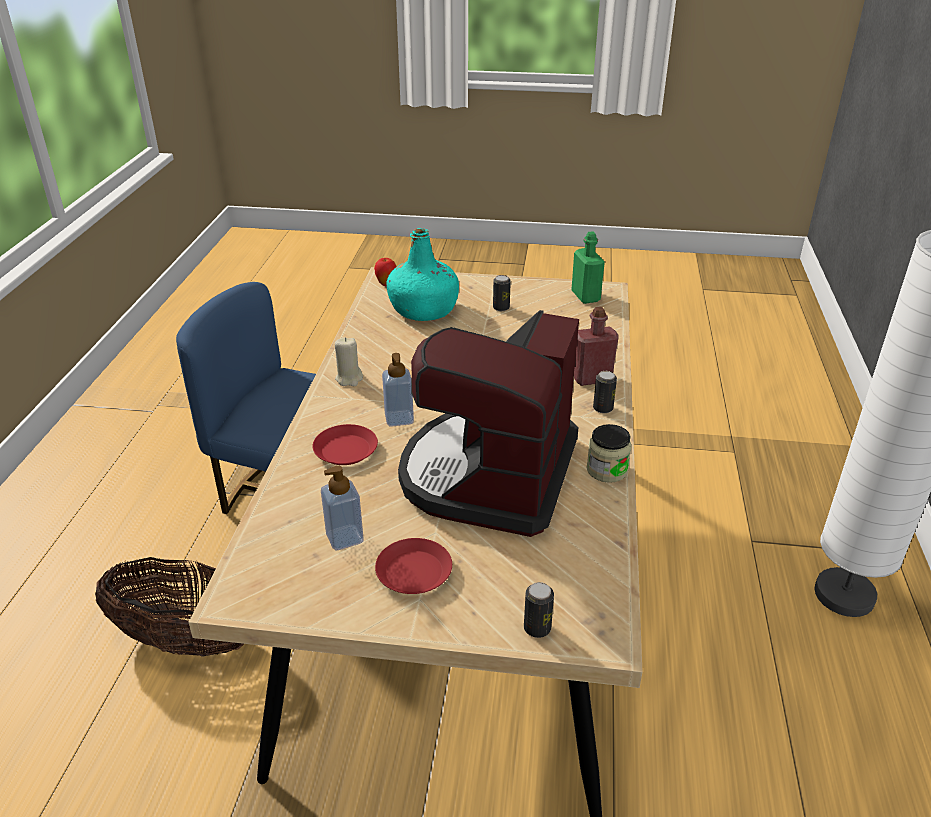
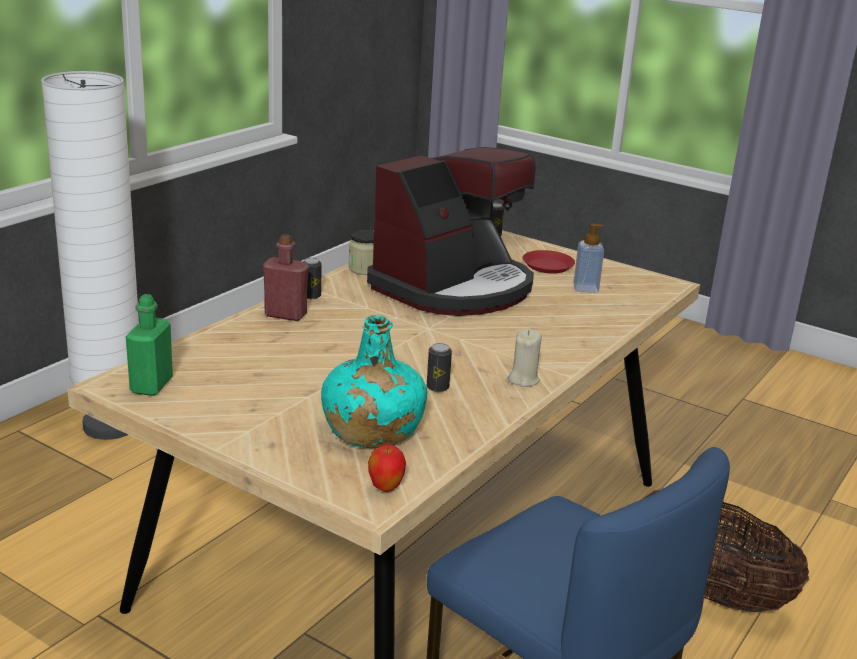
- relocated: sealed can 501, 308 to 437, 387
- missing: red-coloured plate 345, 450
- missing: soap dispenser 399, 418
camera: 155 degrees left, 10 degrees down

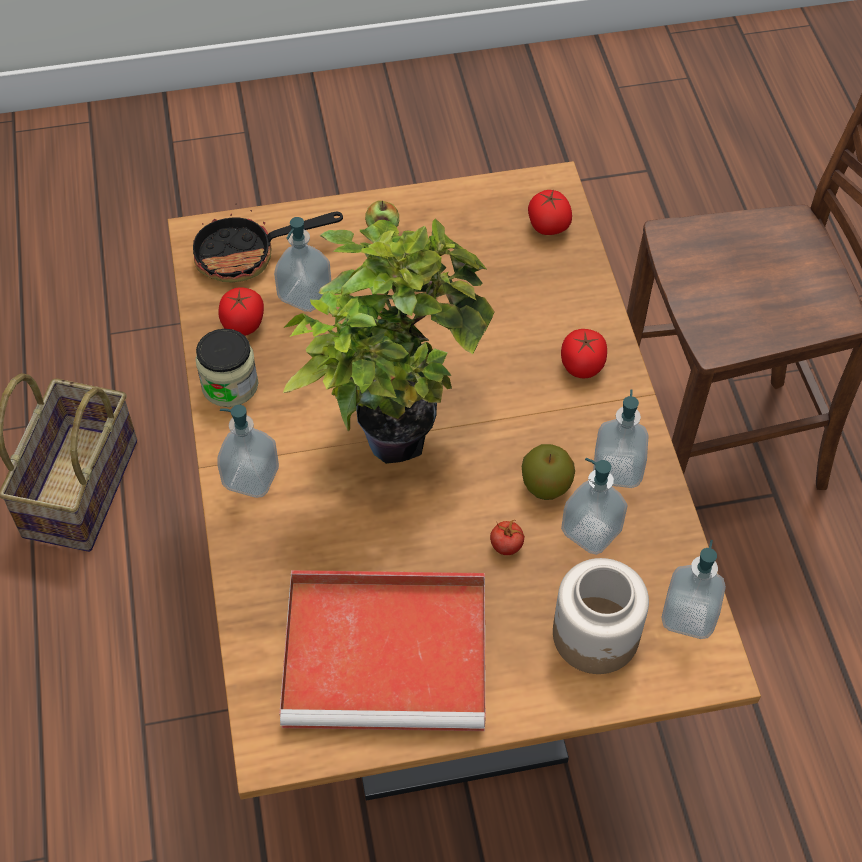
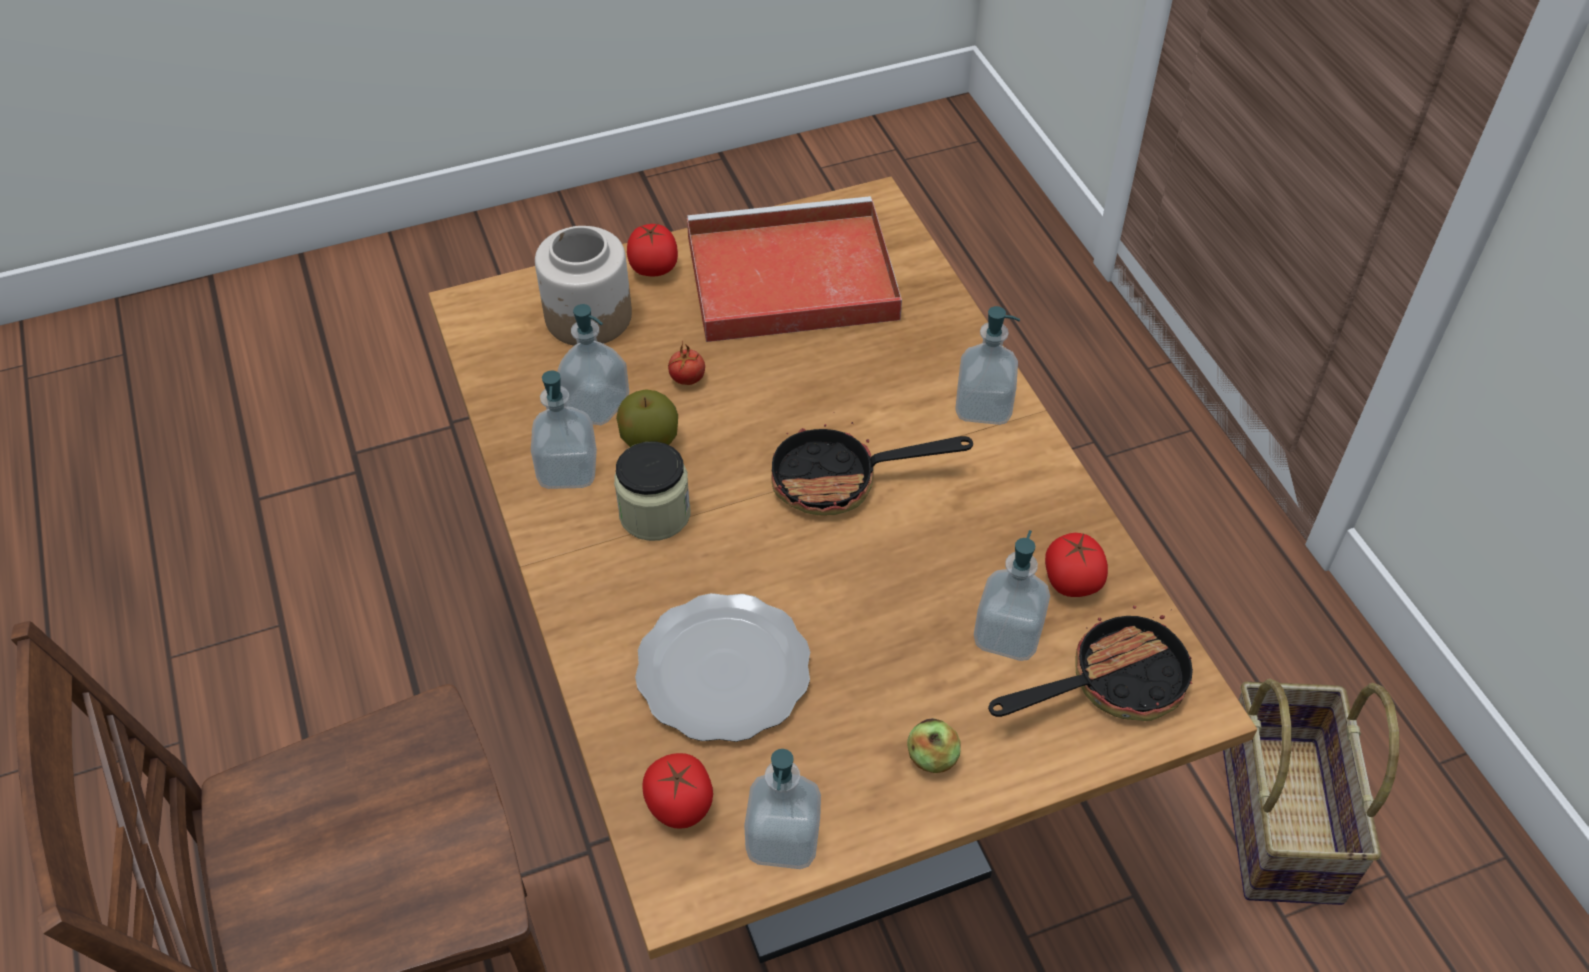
- relocated: jar 230, 385 to 655, 514
- relocated: tomato 582, 365 to 653, 267
- appeared: plate 724, 673
- relocated: soap dispenser 688, 615 to 783, 839
- exchanged: potted plant 392, 427 to skillet 841, 480
camera: 170 degrees right, 5 degrees down

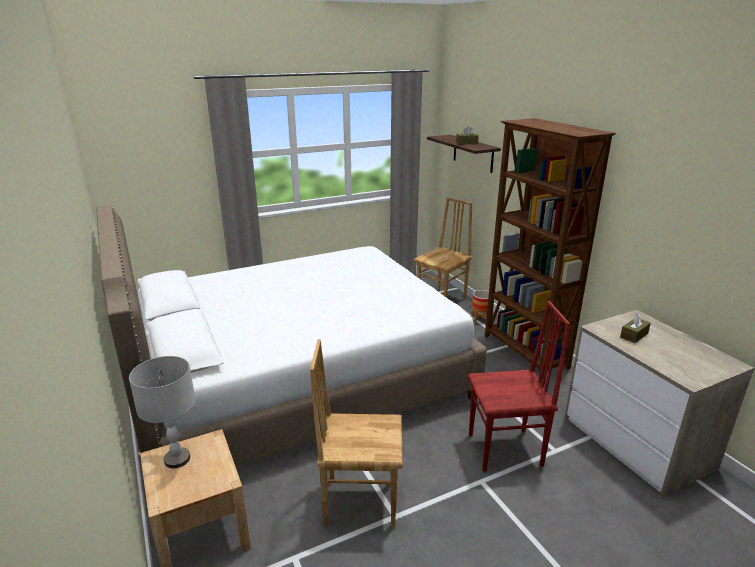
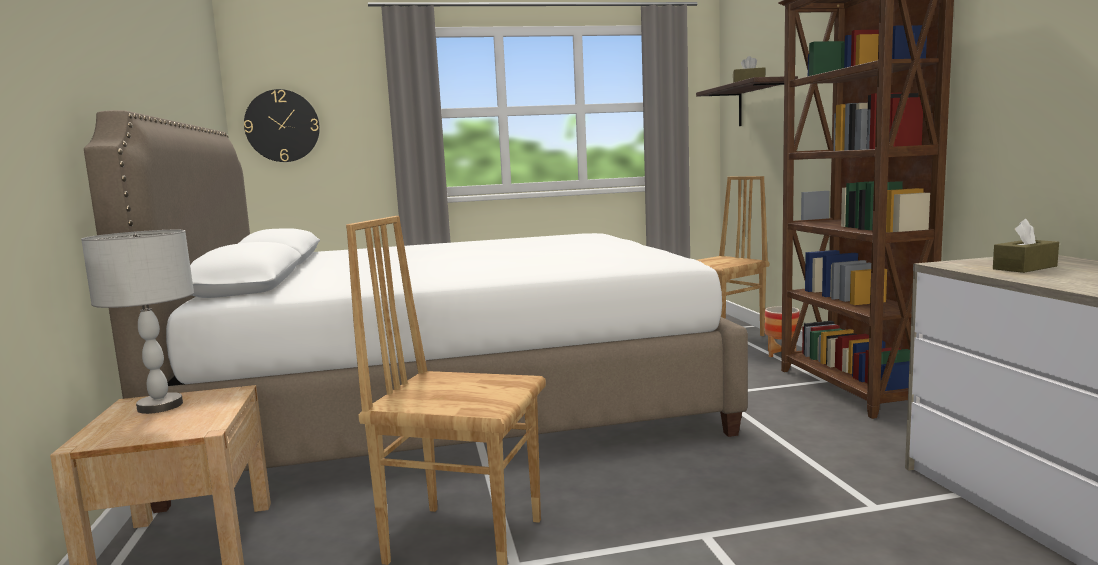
- appeared: hanging clock 282, 126
- missing: red-coloured plain chair 506, 451
camera: 15 degrees right, 15 degrees down

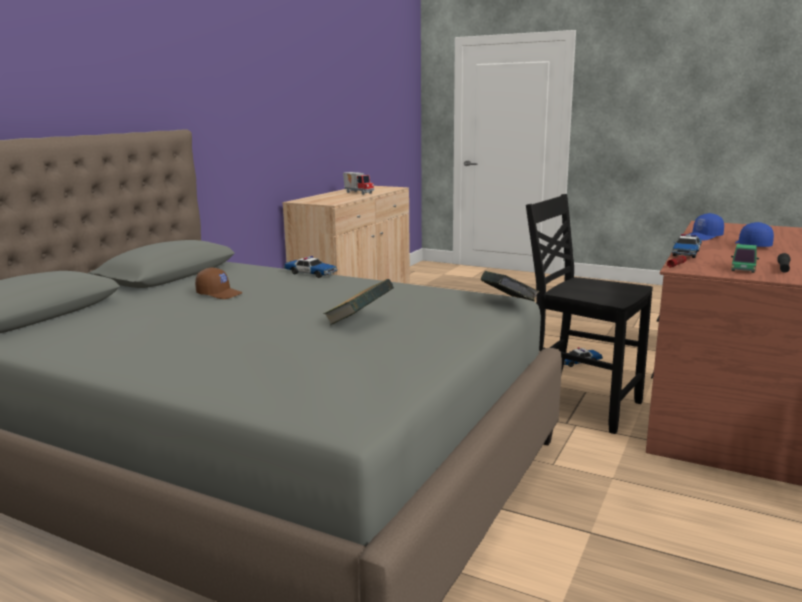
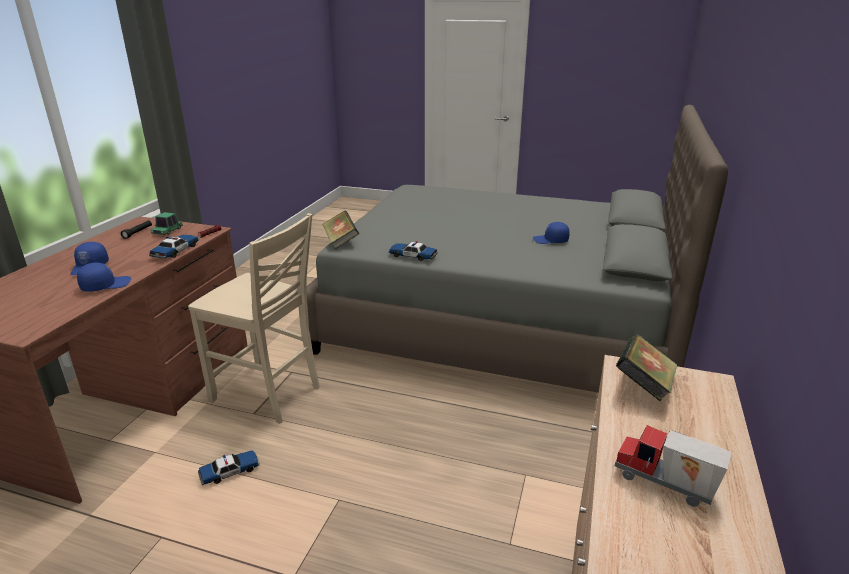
- colour: blackish plain chair 581, 405 to sand-coloured plain chair 268, 394
- relocated: toy car 310, 273 to 413, 256
- colour: brownish baseball cap 220, 294 to bluish baseball cap 550, 240
- relocated: book 359, 321 to 643, 386
camera: 170 degrees right, 10 degrees up

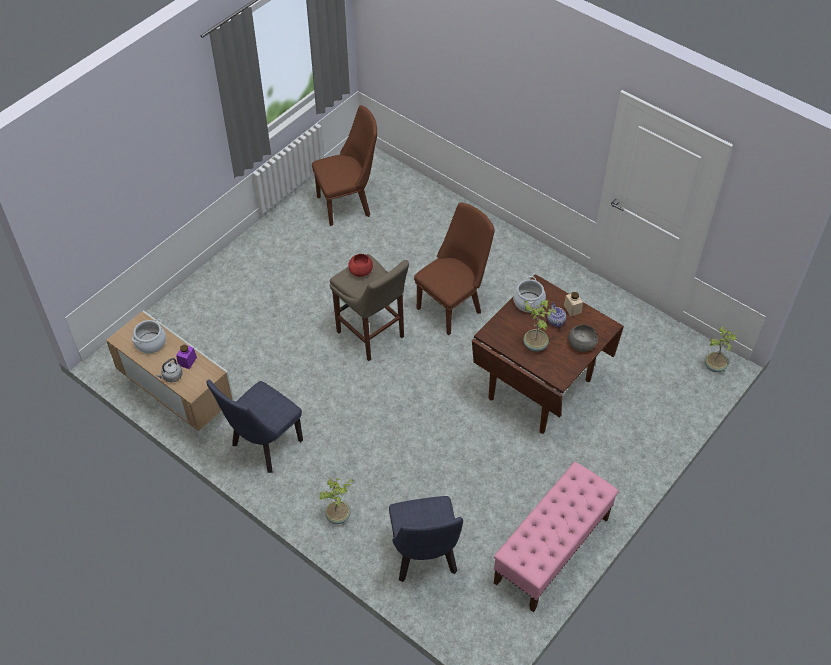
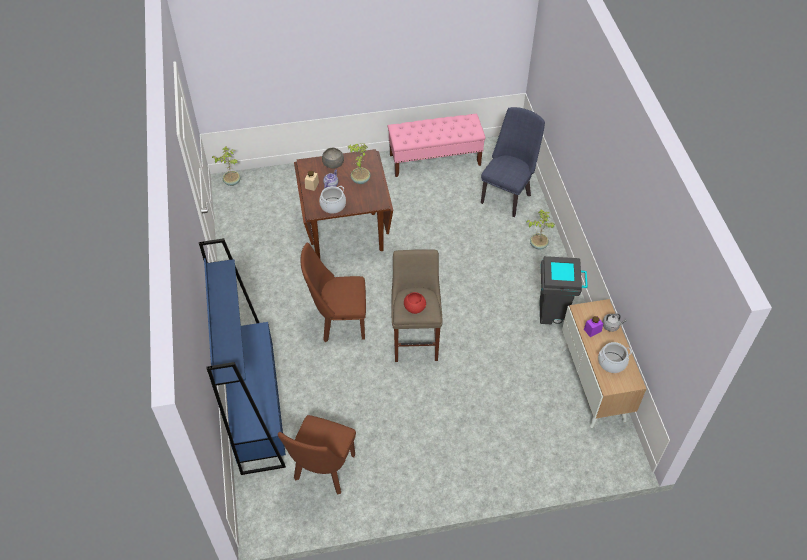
- appeared: bluish shelving unit 257, 410
- spun: brownish plain chair 348, 204 = 323, 472 90 degrees counterclockwise
- exchanged: bluish plain chair 263, 447 to greyish trash can 554, 313
camera: 140 degrees left, 0 degrees up

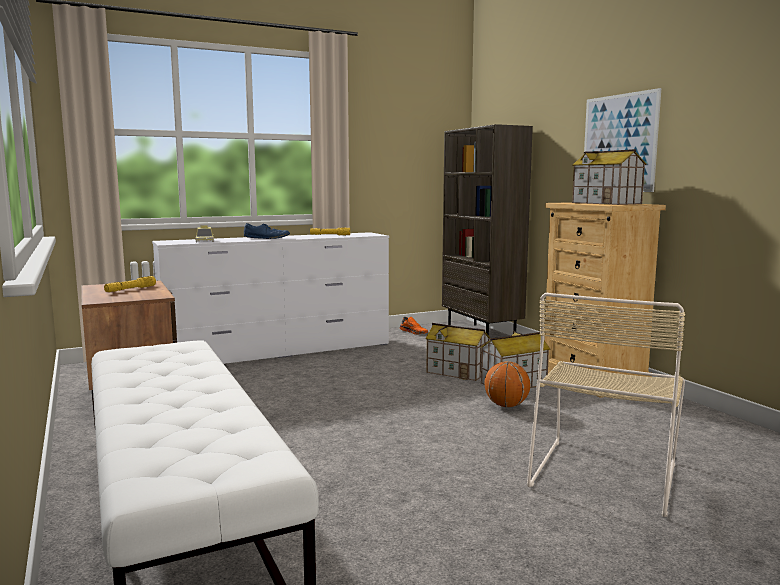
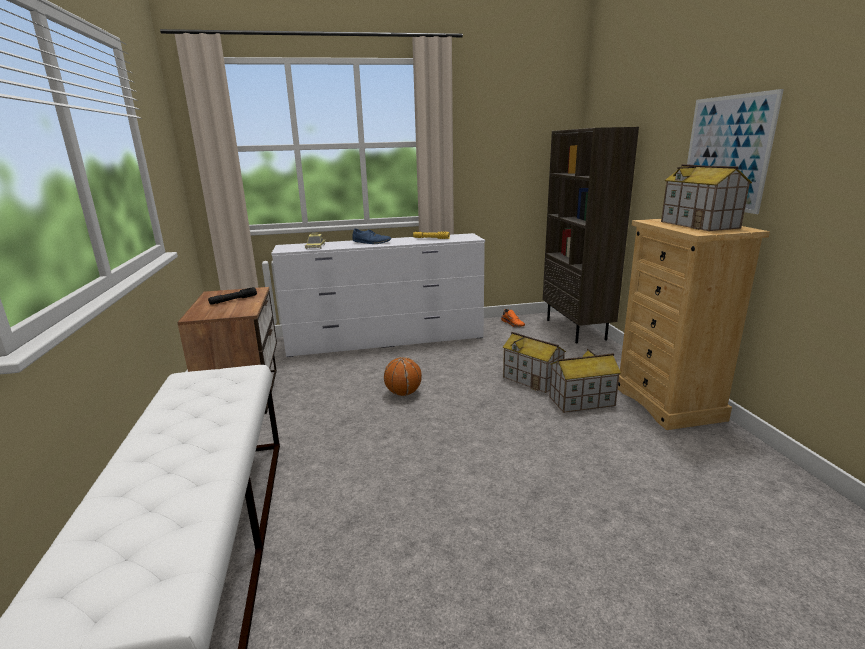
- colour: yellow torch 130, 289 to blackish torch 233, 300
- relocated: ball for basketball 506, 406 to 403, 393
- missing: sand-coloured plain chair 605, 472
camera: 15 degrees right, 10 degrees up

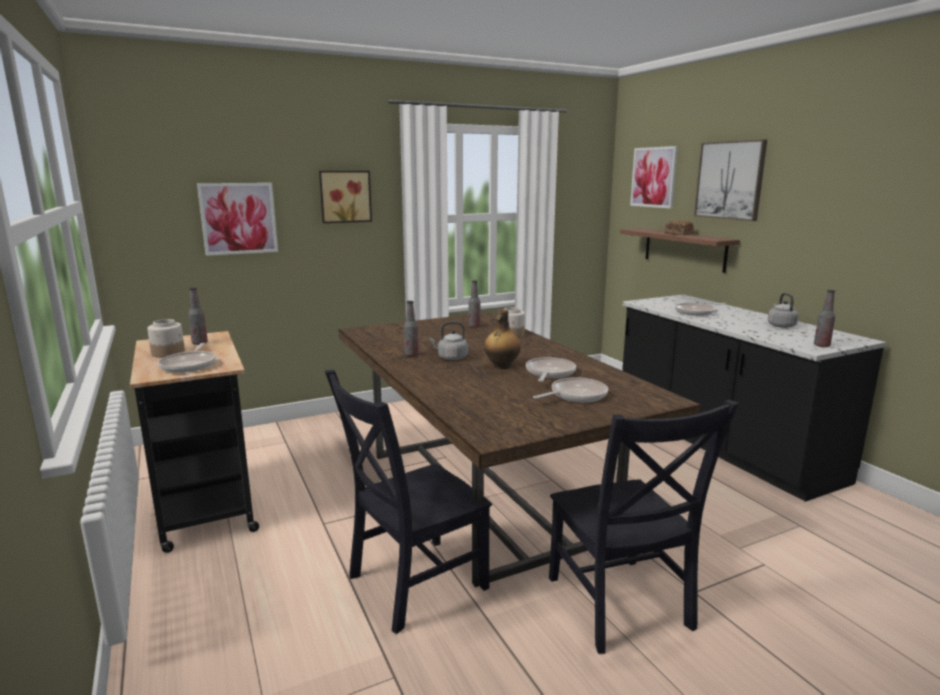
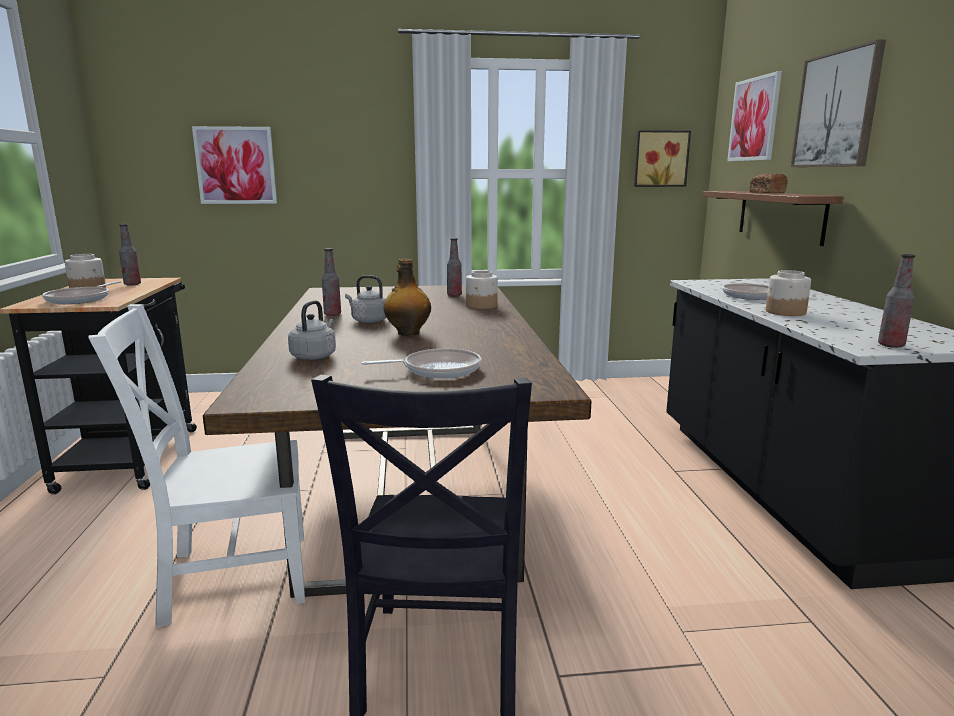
- colour: blackish plain chair 412, 584 to white plain chair 229, 577
- relocated: greyish water kettle 780, 325 to 315, 356
- relocated: wall art 345, 196 to 660, 159
- appeared: jar 785, 312
- missing: skillet 549, 373
camera: 20 degrees right, 0 degrees up

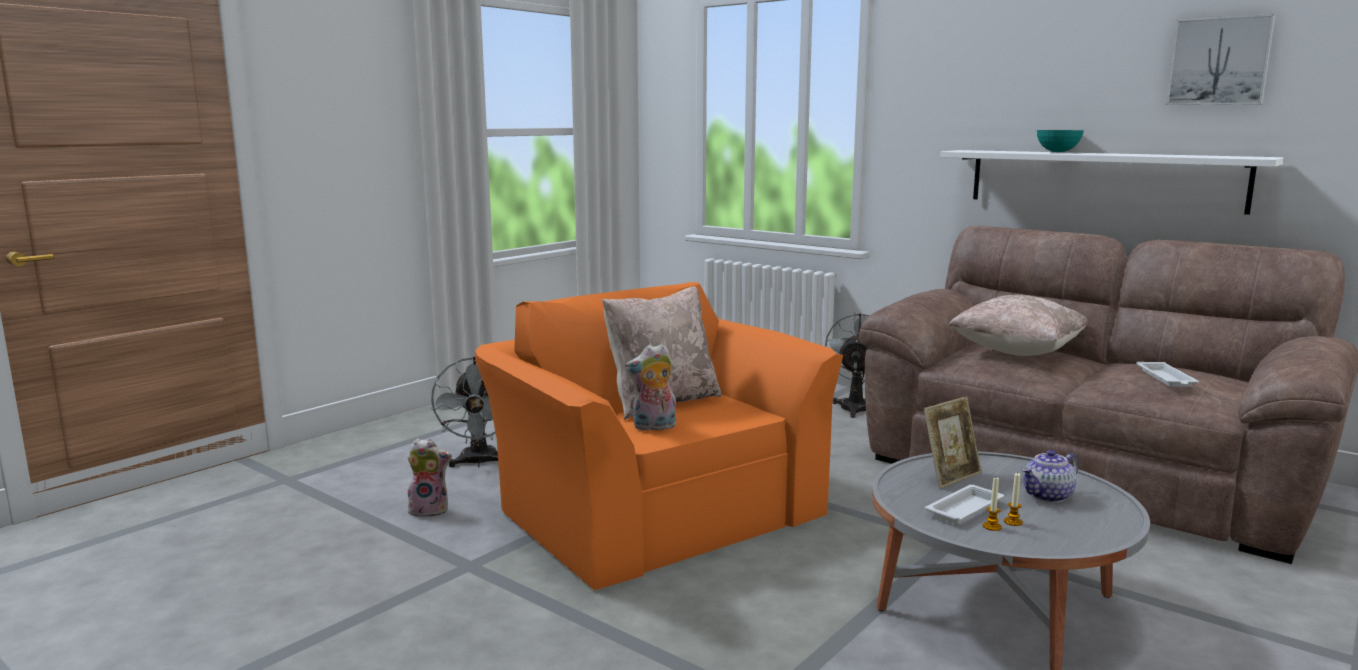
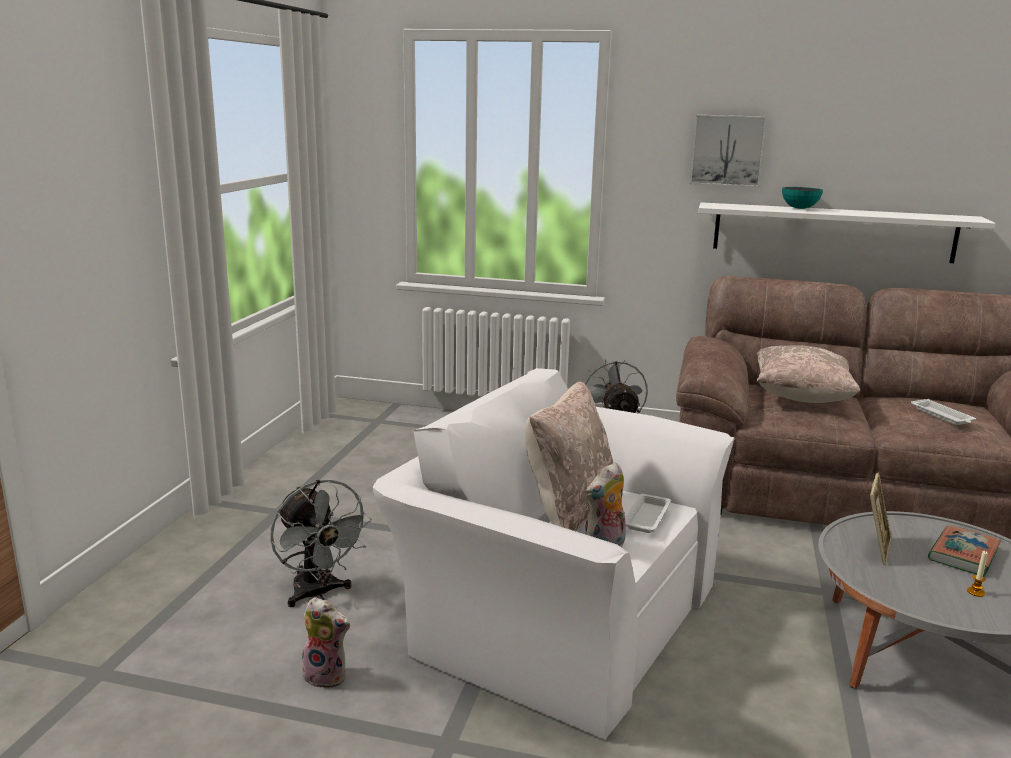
- spun: plush toy 430, 510 = 327, 675 45 degrees clockwise
- colour: orange armchair 654, 508 to white armchair 556, 615
- relocated: white tray 965, 509 to 647, 517
- relocated: wall art 1219, 61 to 727, 150
- exchanged: tea pot 1048, 496 to book 963, 555
- missing: candle 992, 526
camera: 25 degrees left, 5 degrees up

